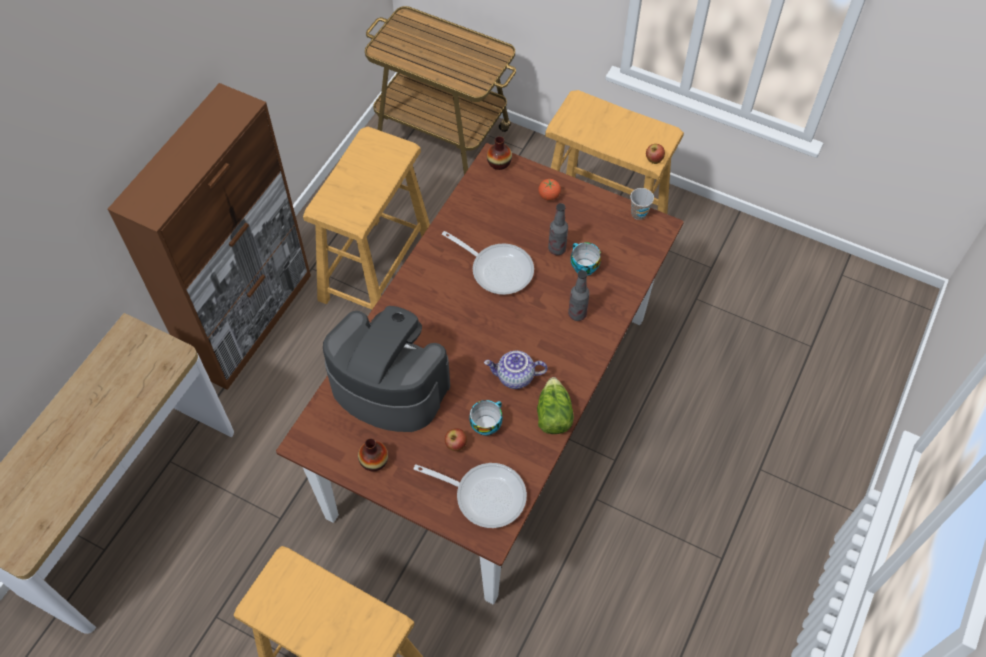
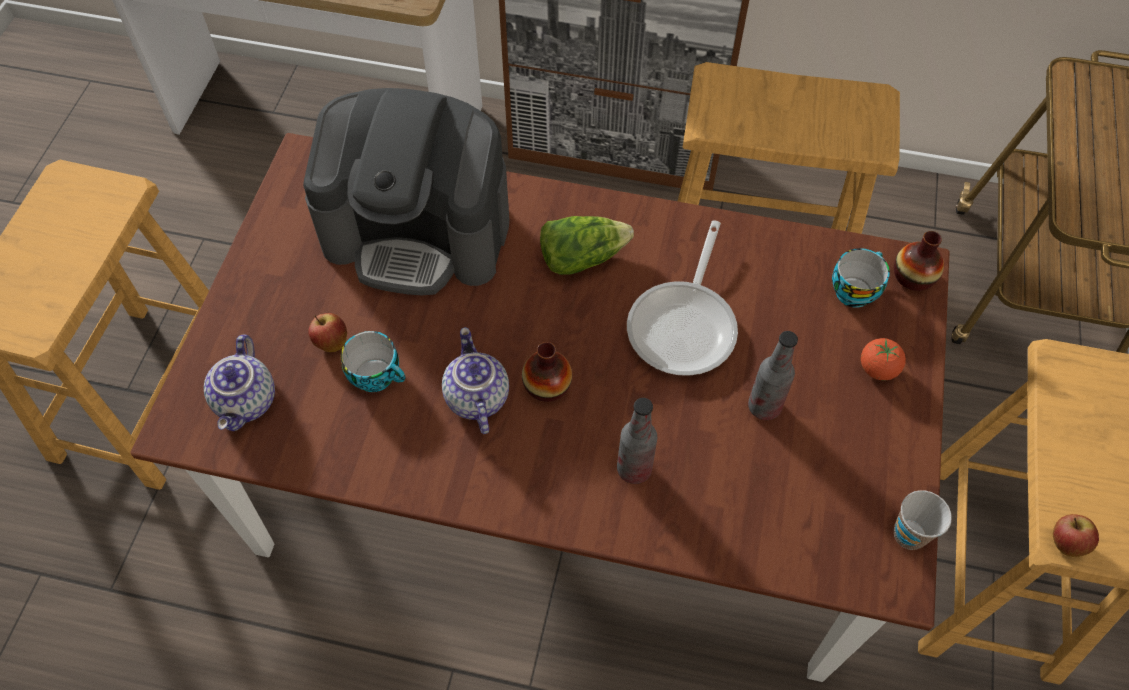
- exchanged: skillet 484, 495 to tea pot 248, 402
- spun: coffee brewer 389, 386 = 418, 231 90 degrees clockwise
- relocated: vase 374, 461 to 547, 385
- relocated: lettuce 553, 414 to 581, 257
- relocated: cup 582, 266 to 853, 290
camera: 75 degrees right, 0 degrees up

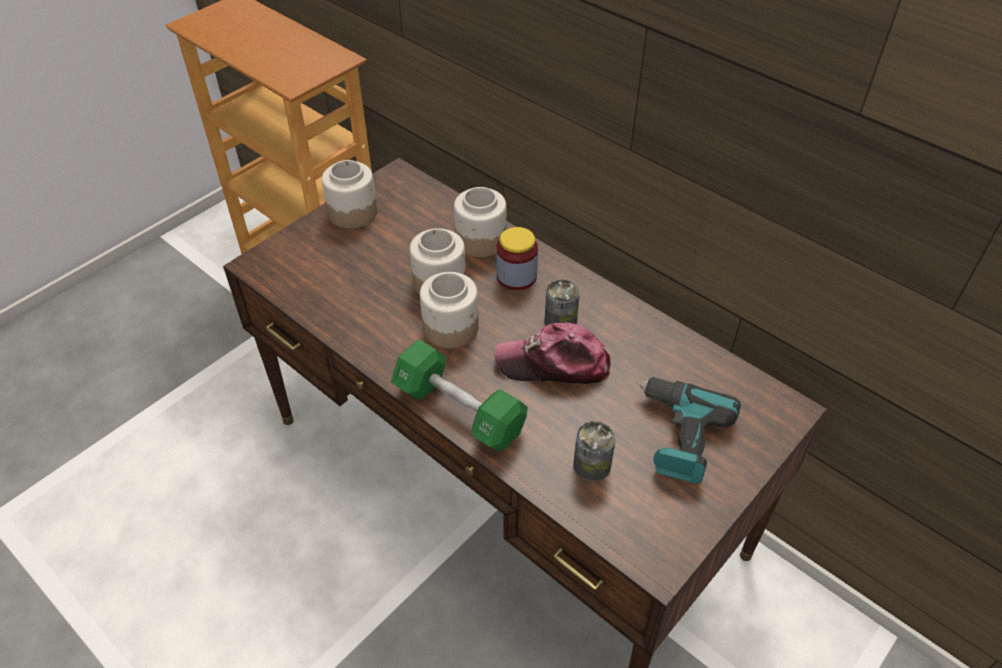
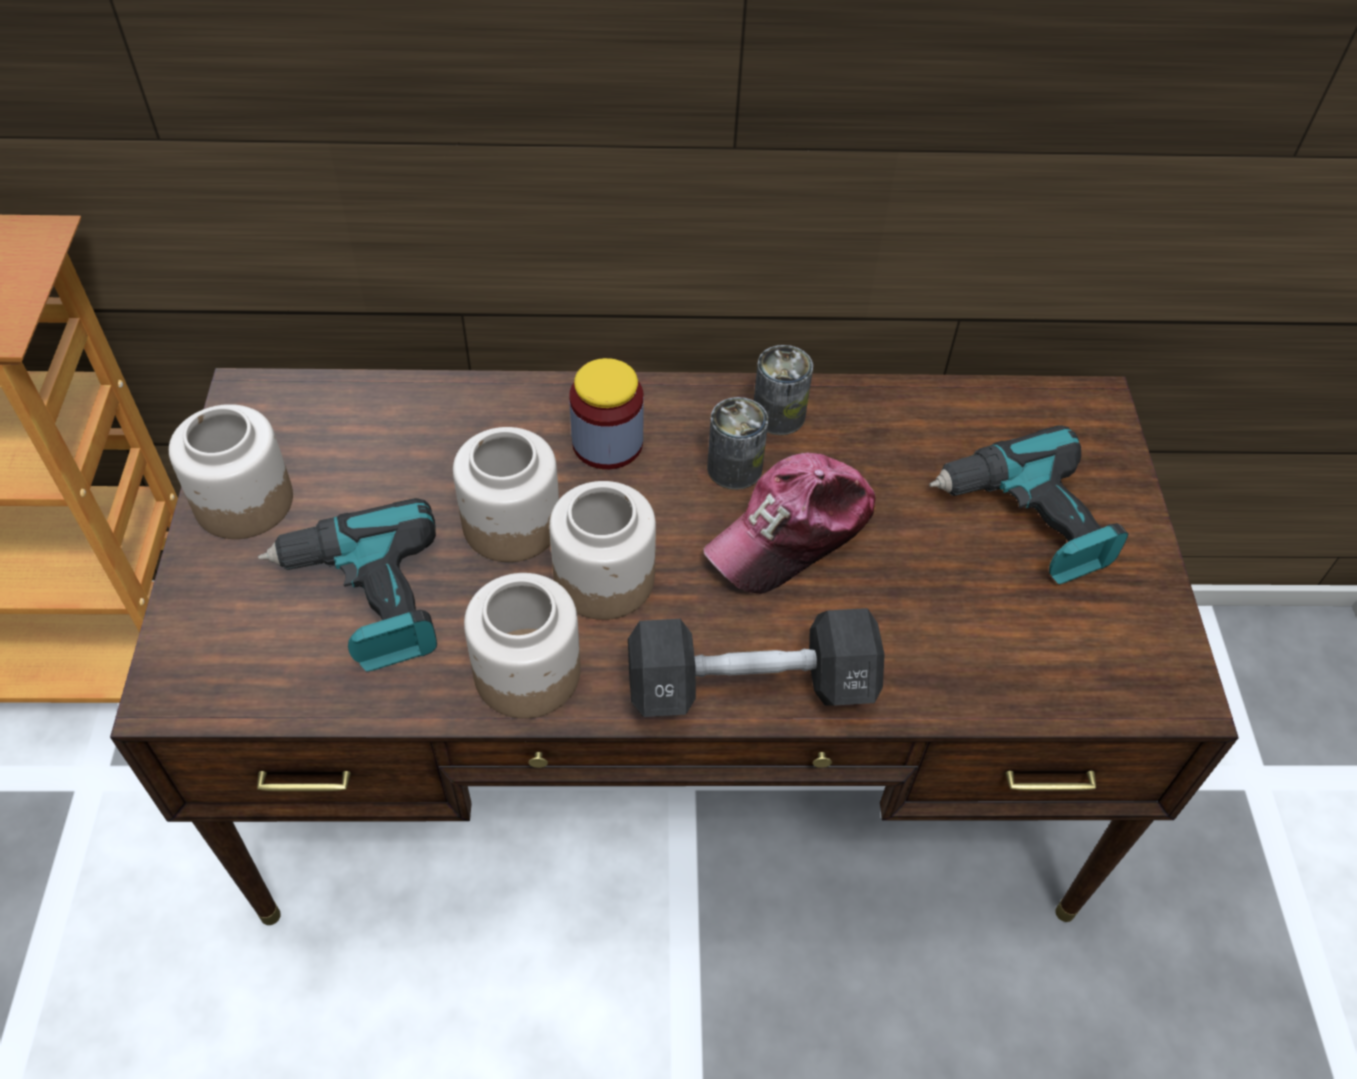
- appeared: drill 366, 600
- relocated: jar 480, 240 to 526, 673
- colour: greenish hand weight 459, 410 to blackish hand weight 750, 686
- relocated: sealed can 592, 465 to 778, 415
camera: 45 degrees left, 5 degrees up

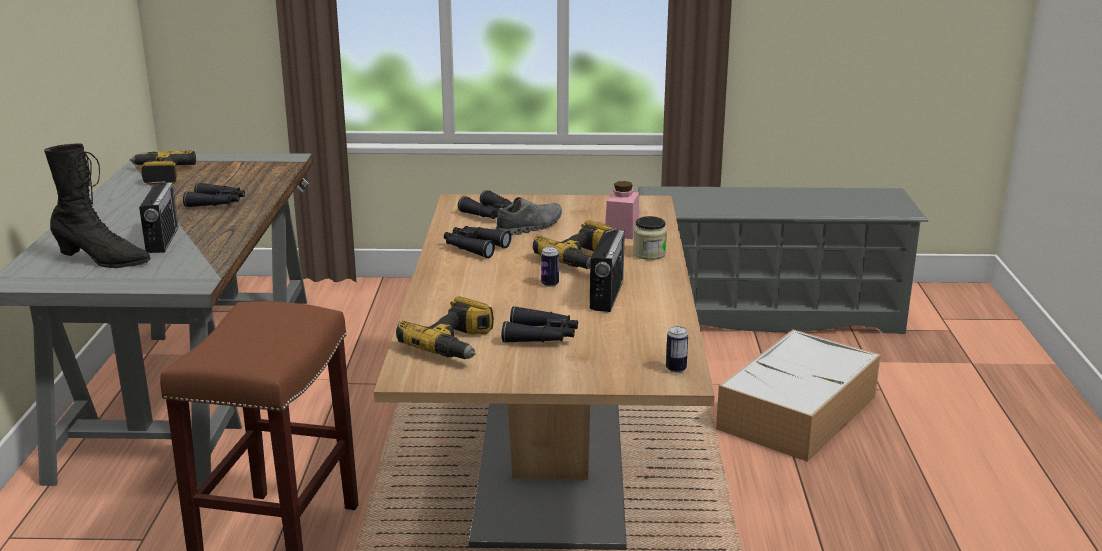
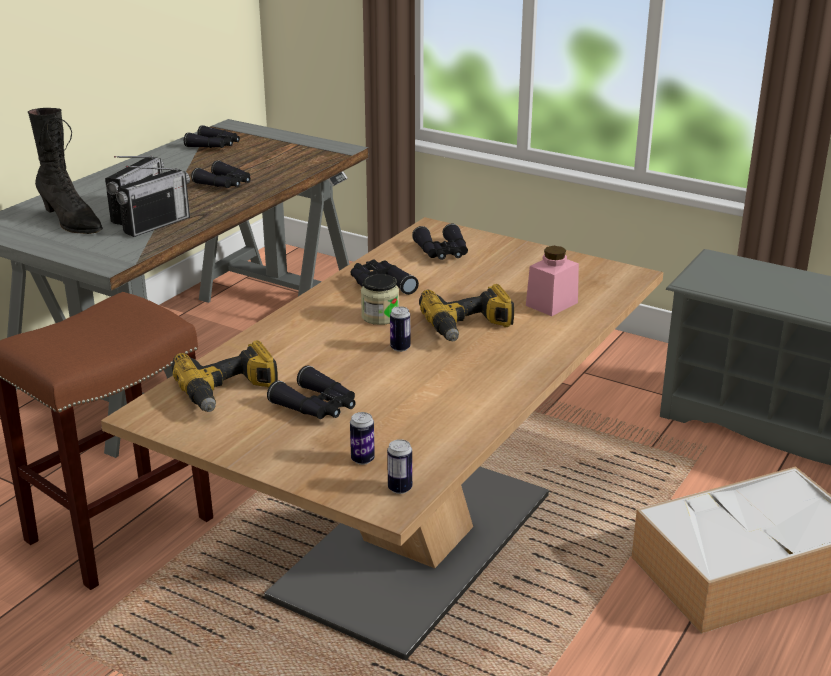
- relocated: radio receiver 607, 295 to 156, 225
- exchanged: drill 160, 175 to blackish pair of binoculars 215, 146
- appeared: sealed can 362, 459
- relocated: jar 649, 254 to 380, 316
- missing: greyish low shoe 529, 227
camera: 30 degrees right, 5 degrees up

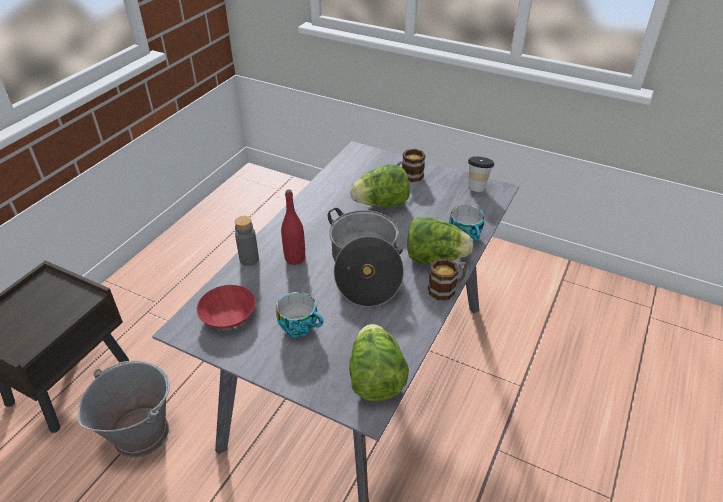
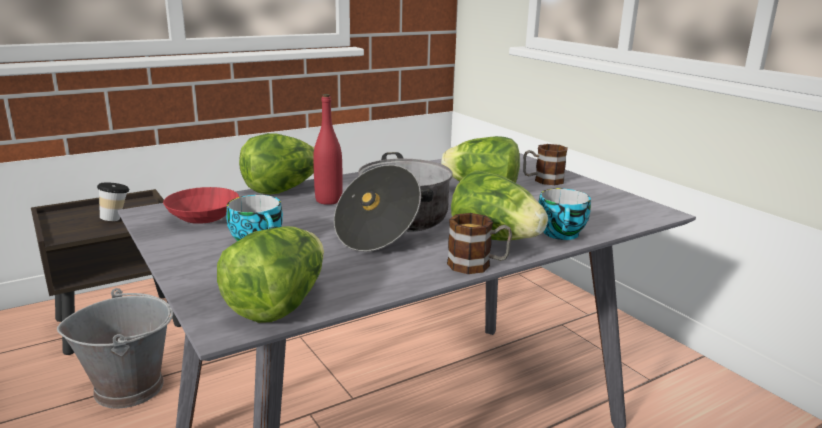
- relocated: cup 477, 187 to 116, 219
- exchanged: greyish bottle 249, 259 to lettuce 282, 190
camera: 30 degrees right, 20 degrees down

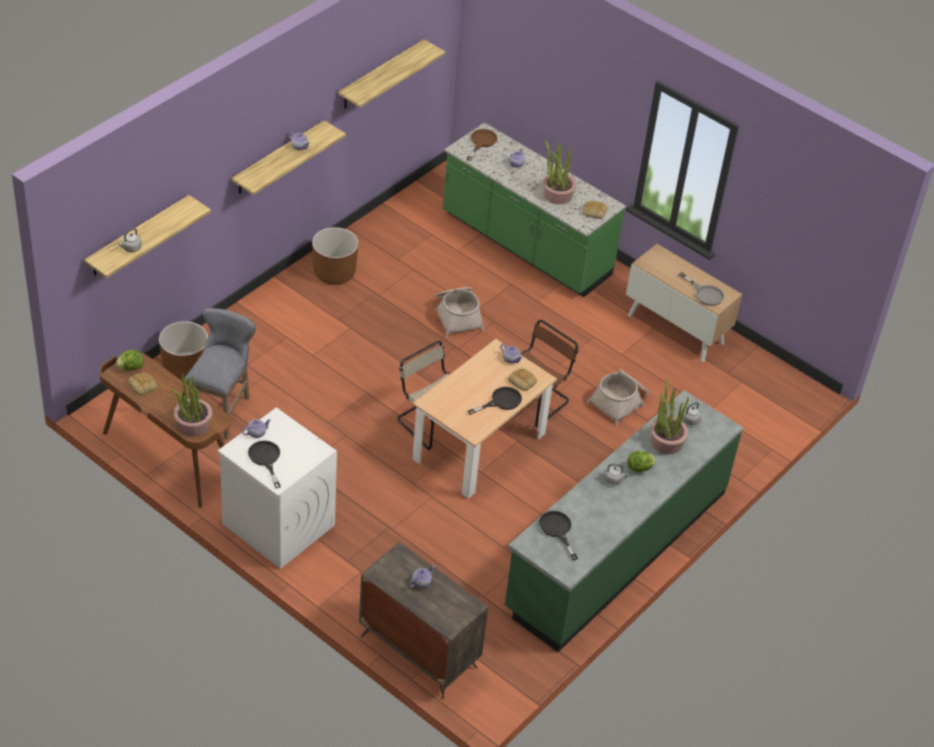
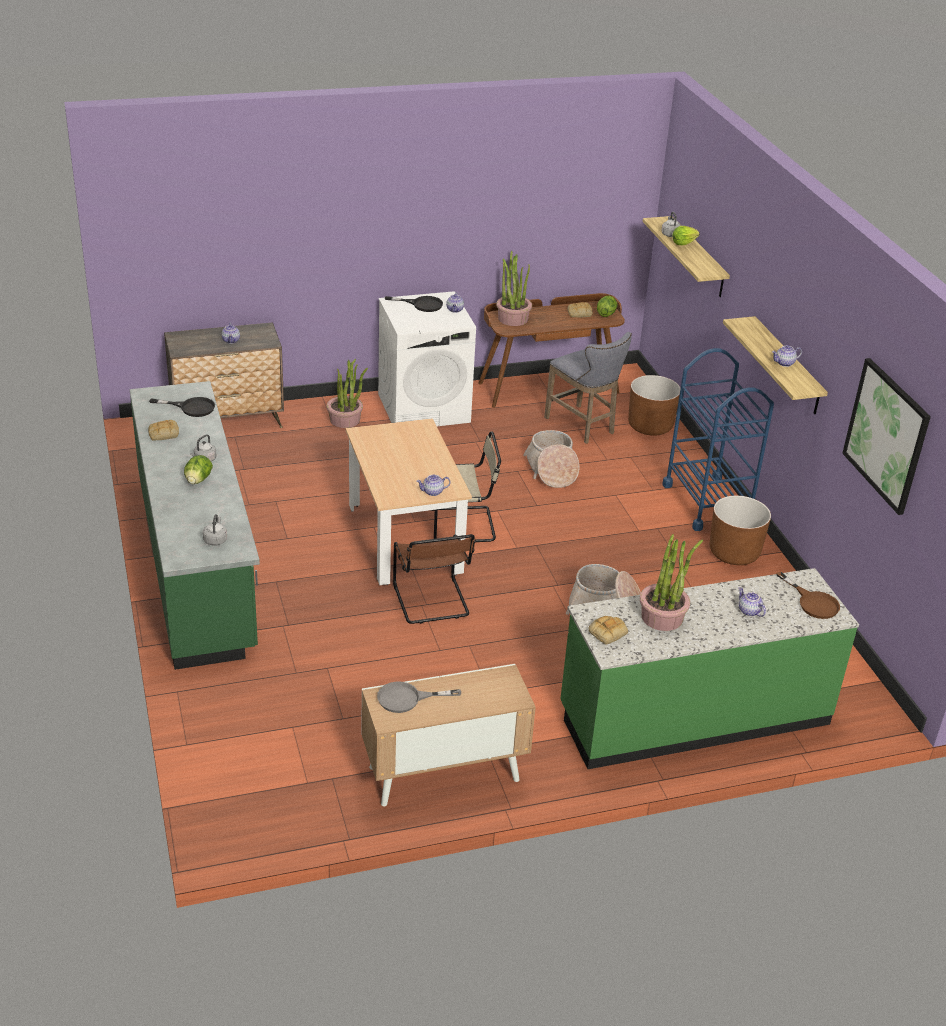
- relocated: baked bread 523, 381 to 163, 434
- relocated: potted plant 666, 442 to 345, 420
- relocated: household basket 620, 401 to 551, 470
- appeared: bluish cart 707, 503
- appeared: lettuce 683, 243
- exchanged: bracket shelf 381, 75 to wall art 886, 435
- missing: blackish skillet 501, 401
camera: 125 degrees right, 10 degrees down

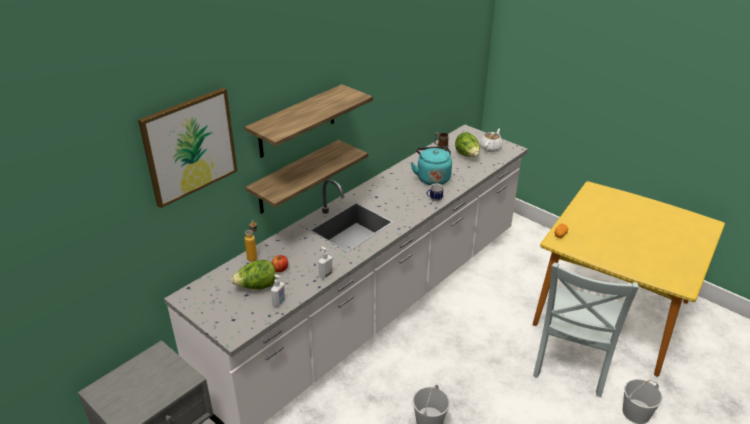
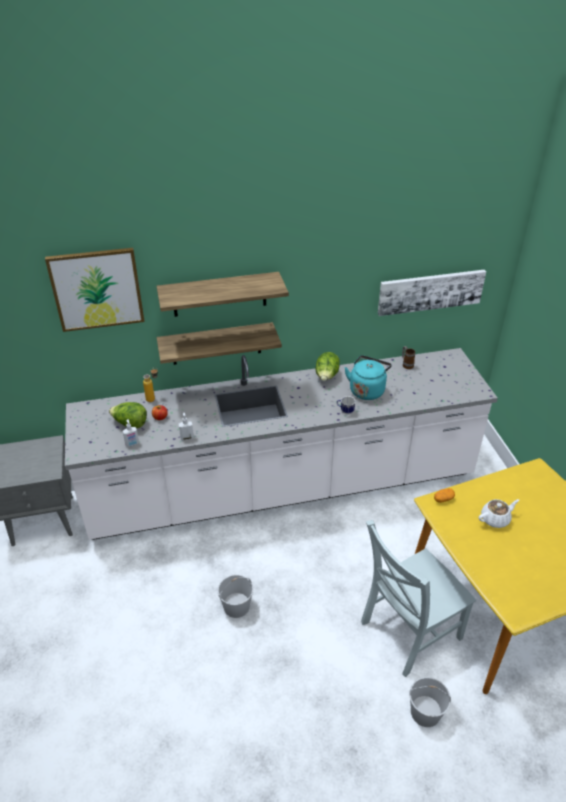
- relocated: lettuce 467, 155 to 326, 377
- appeared: wall art 430, 291
- relocated: white tea pot 491, 147 to 495, 519
camera: 35 degrees right, 5 degrees up

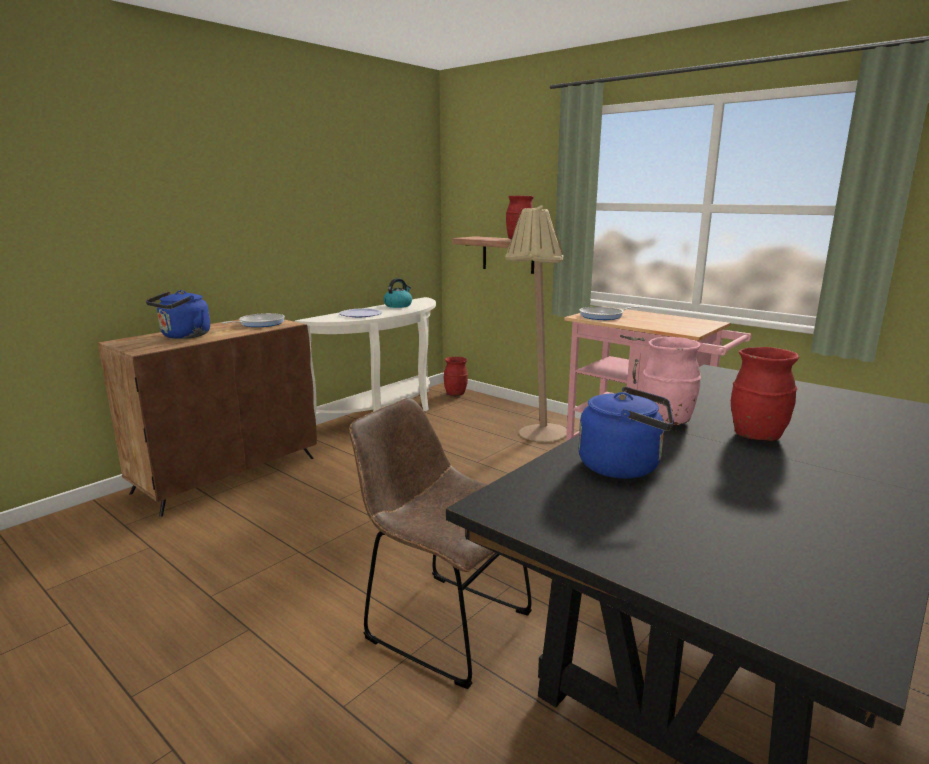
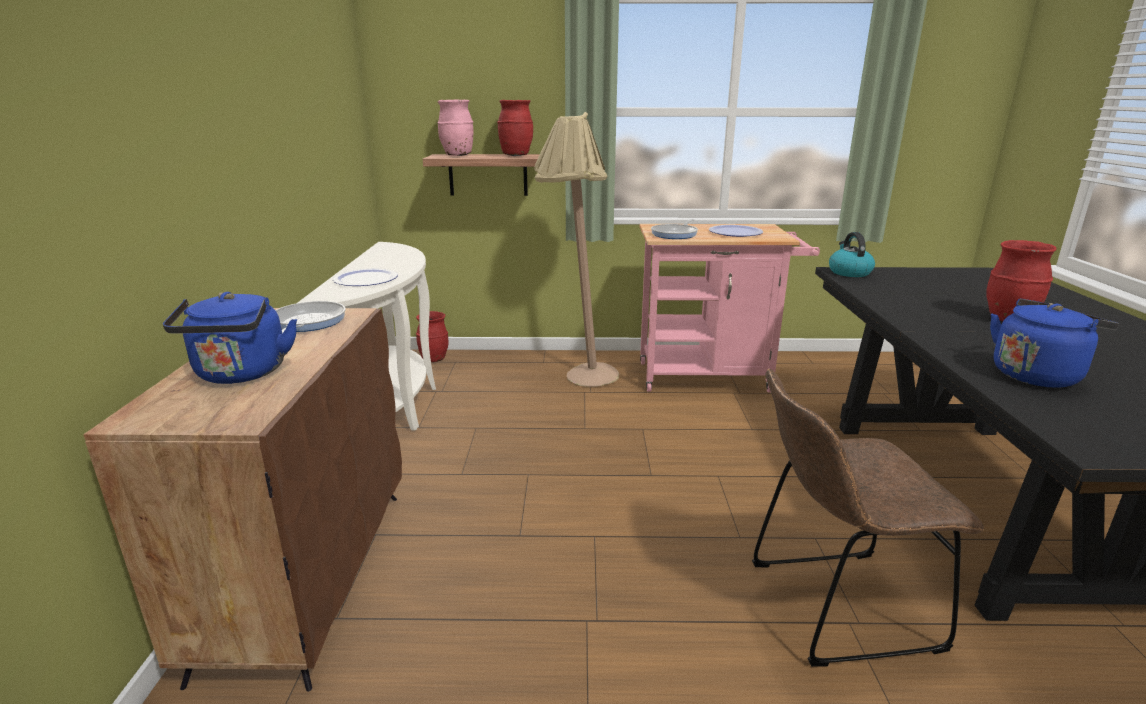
- relocated: pink vase 666, 421 to 457, 155
- appeared: plate 735, 232
- relocated: water kettle 398, 305 to 849, 272
camera: 40 degrees left, 5 degrees up

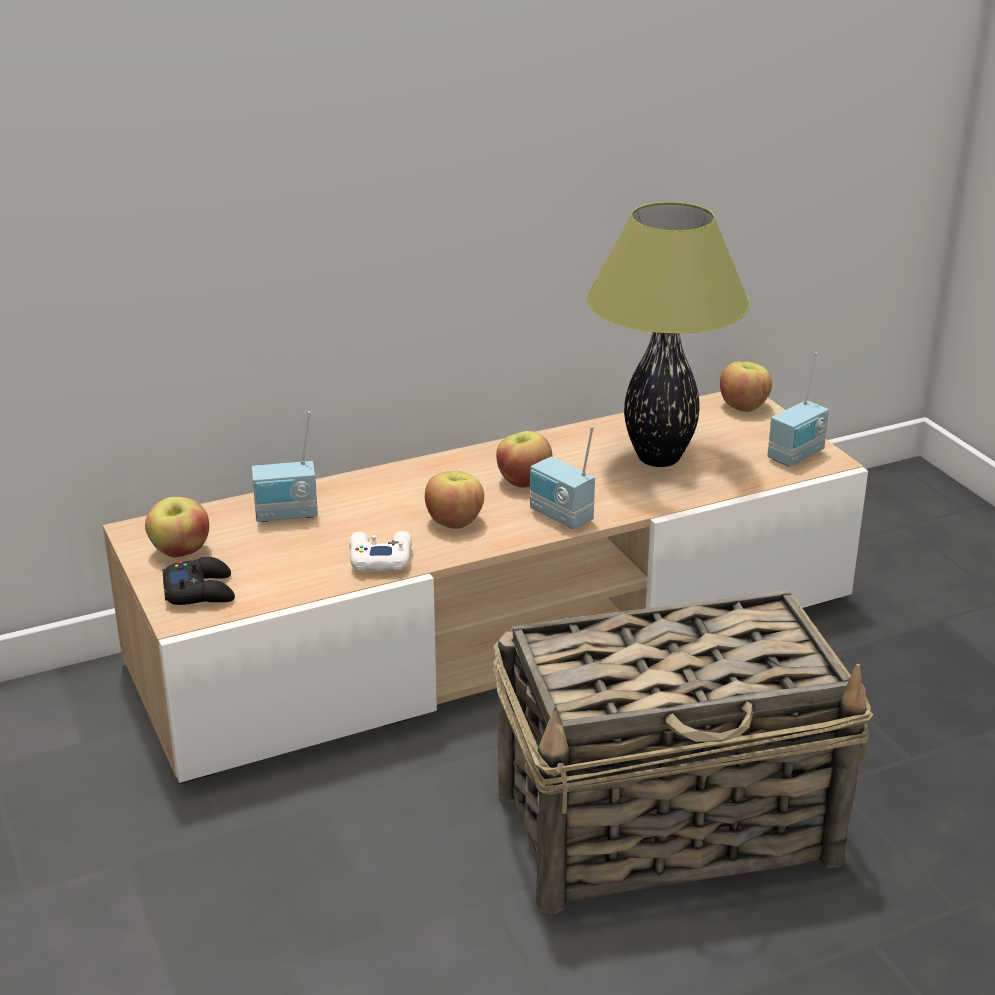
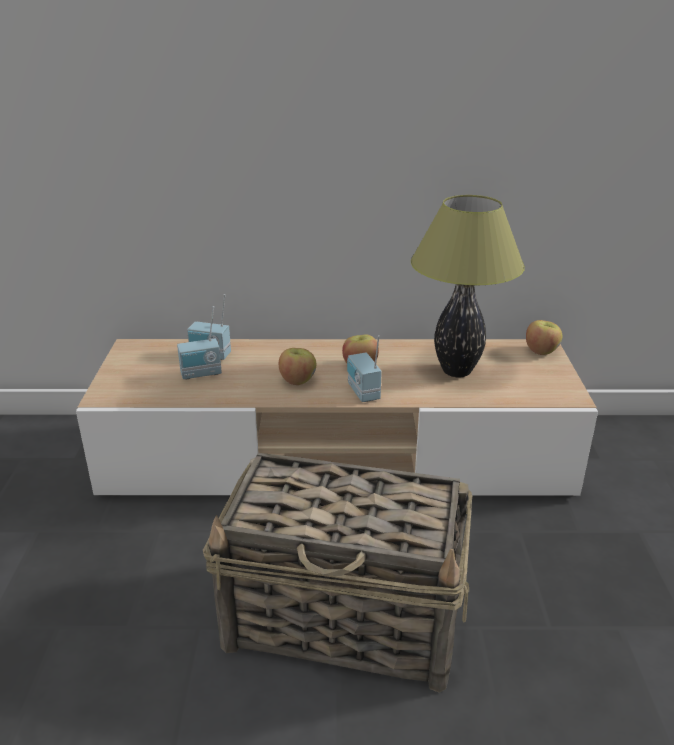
- relocated: radio receiver 797, 456 to 201, 374
- missing: whole apple 180, 551
- missing: blackish gamepad 200, 591
- missing: white gamepad 380, 558
camera: 25 degrees right, 0 degrees up

